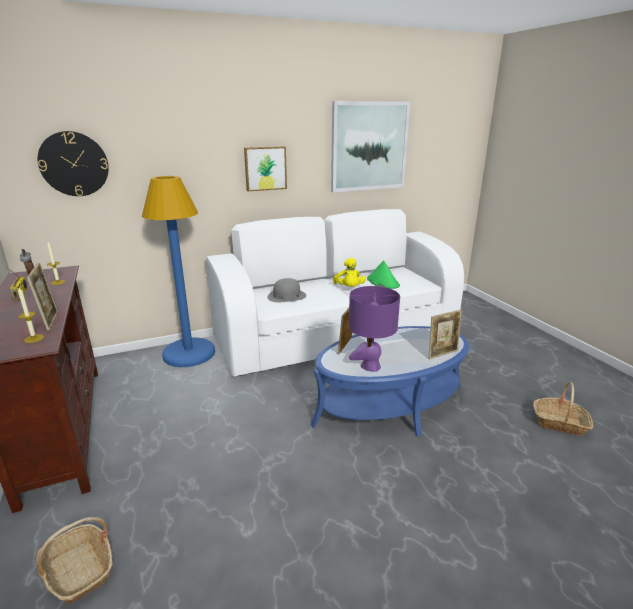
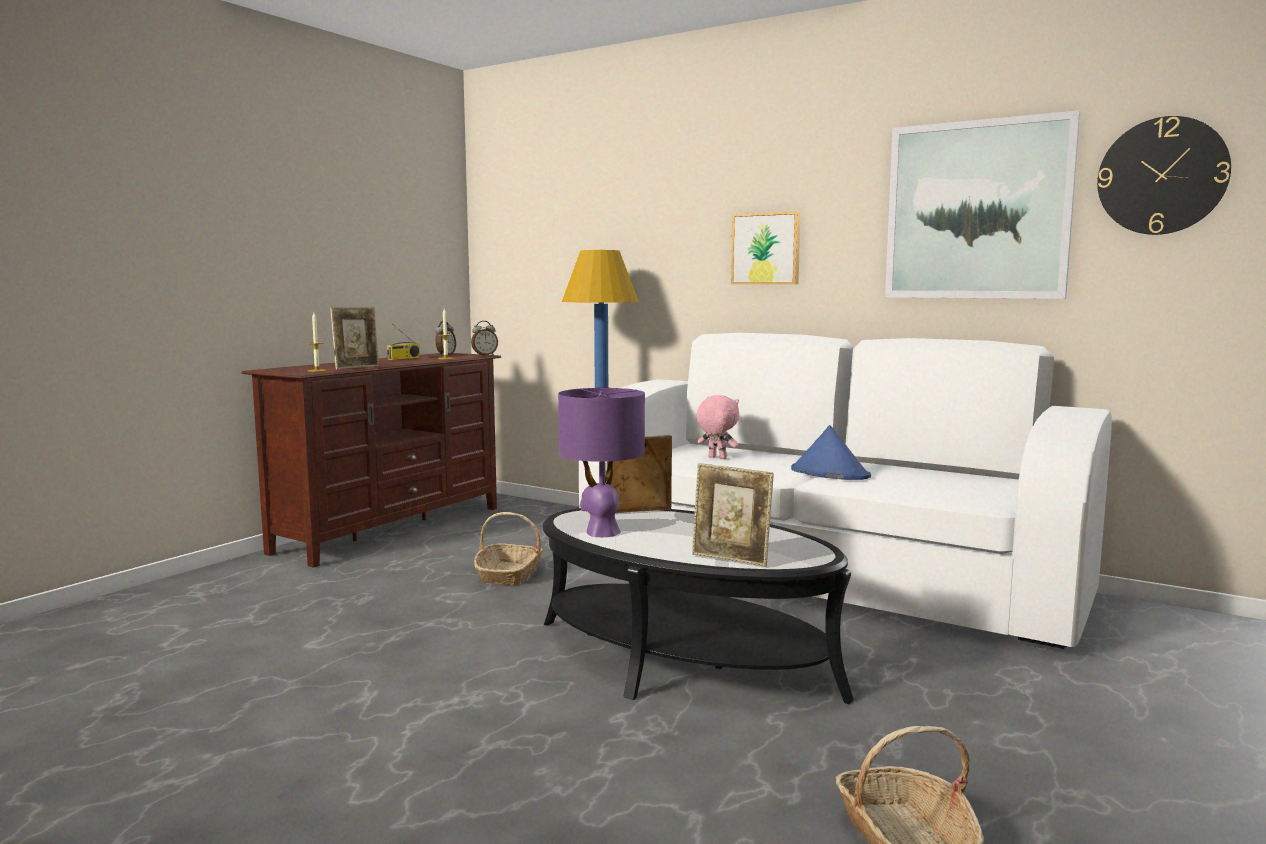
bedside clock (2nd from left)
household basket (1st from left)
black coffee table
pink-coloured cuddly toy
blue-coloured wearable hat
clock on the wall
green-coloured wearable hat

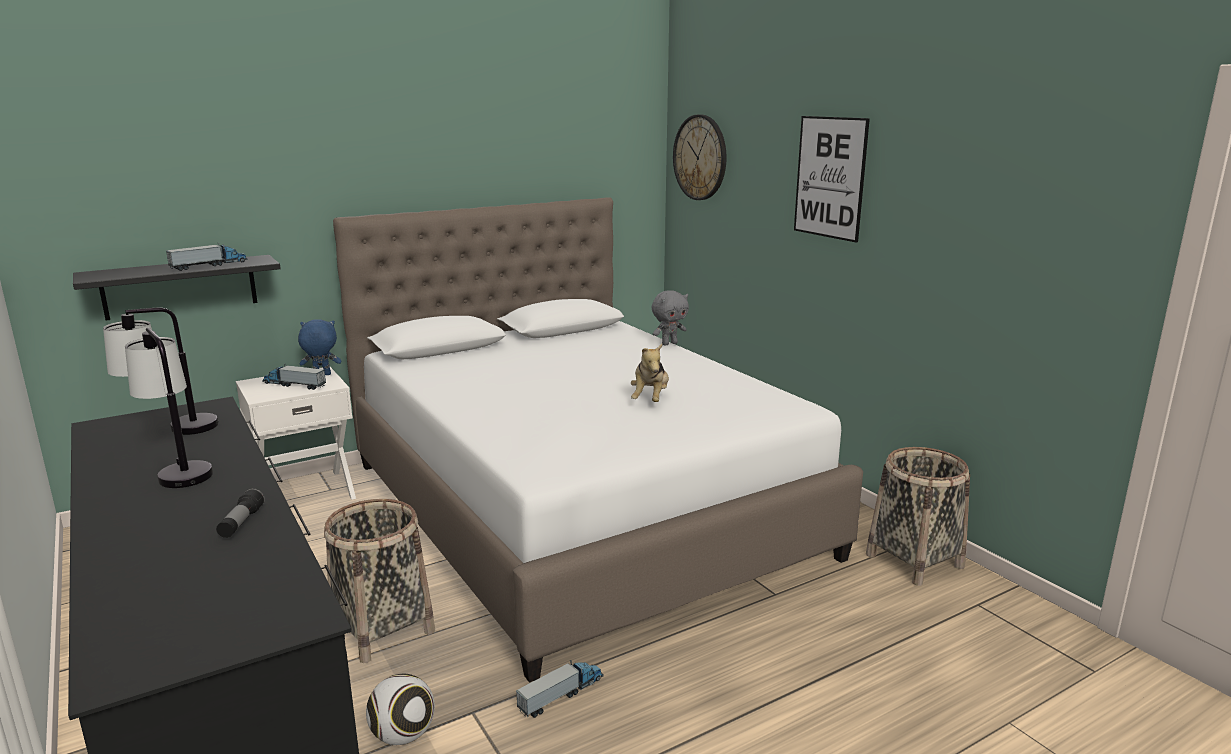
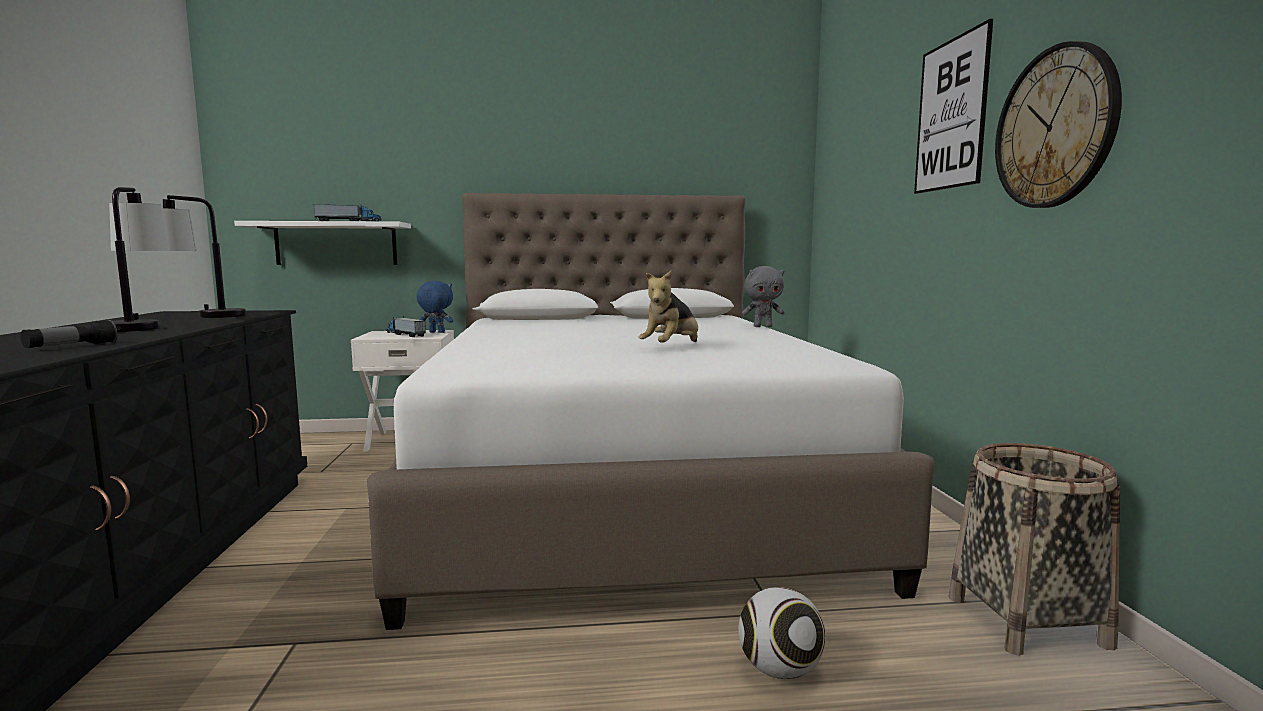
whitish wall shelf
football ball
clock on the wall
household basket (1st from left in the first image)
toy lorry (3rd from left in the first image)

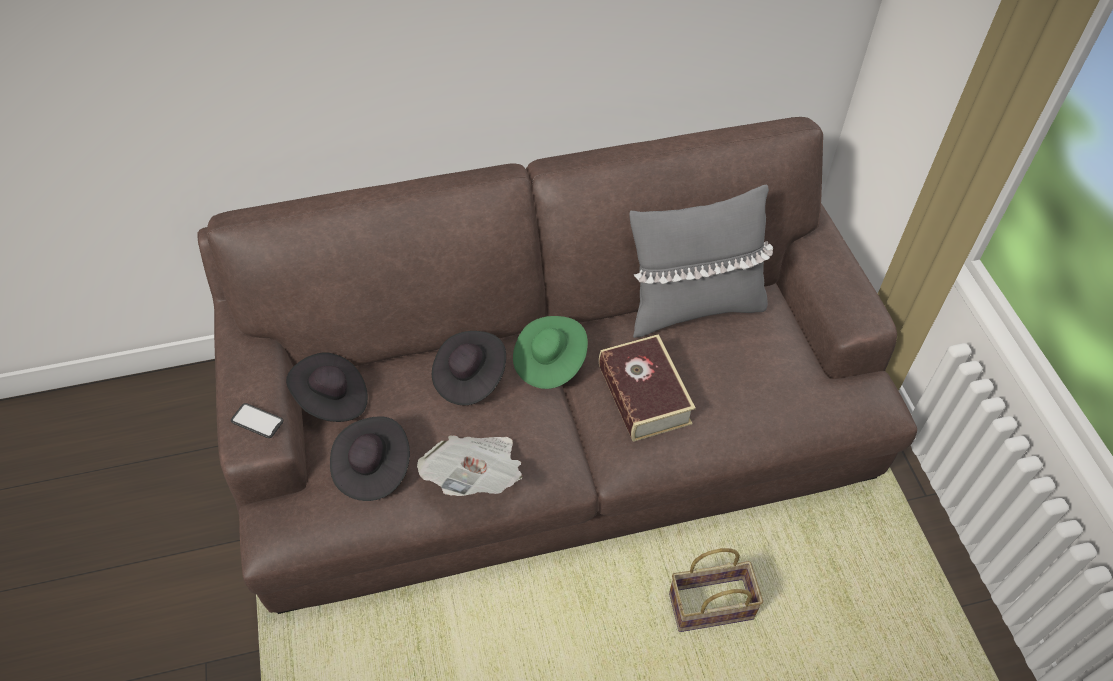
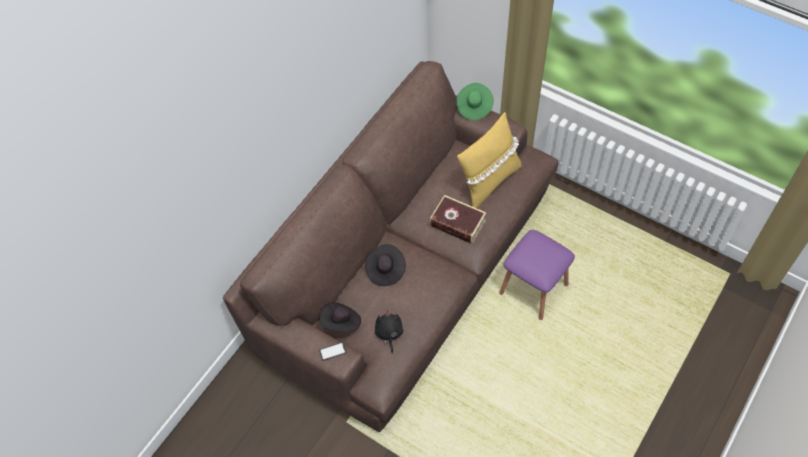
black cuddly toy
green-coloured wearable hat
yellowish cushion
purplish stool seat
newspaper
grey cushion

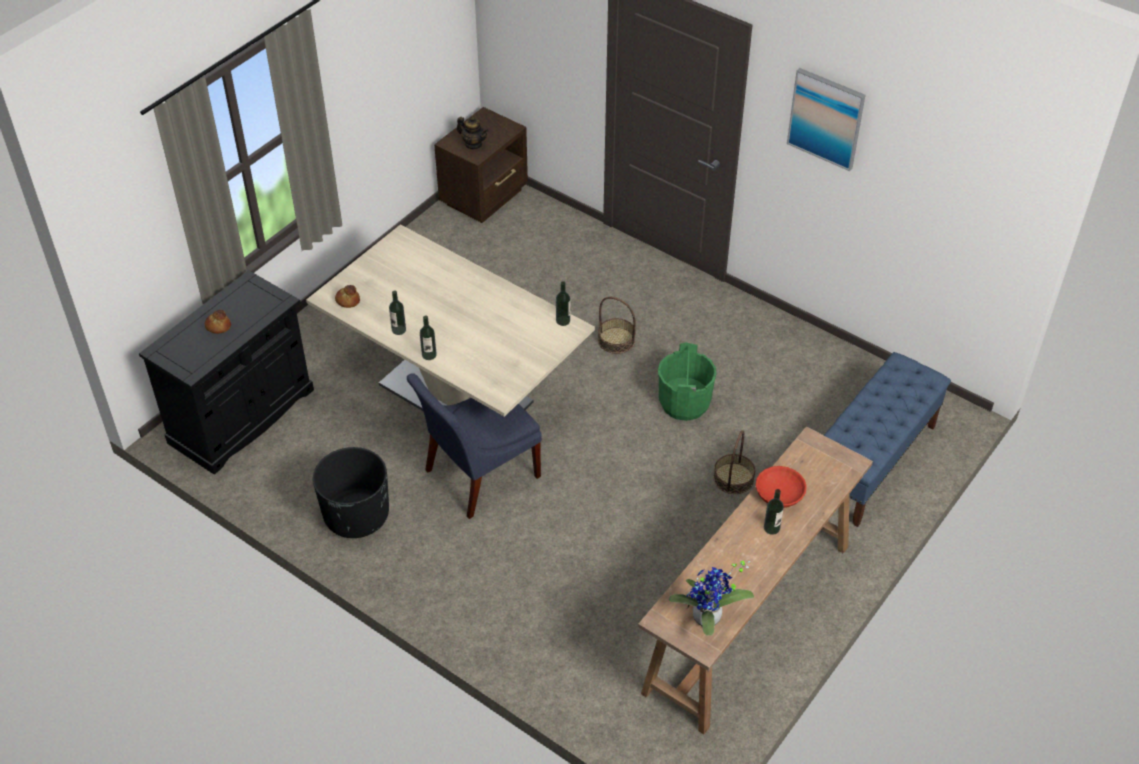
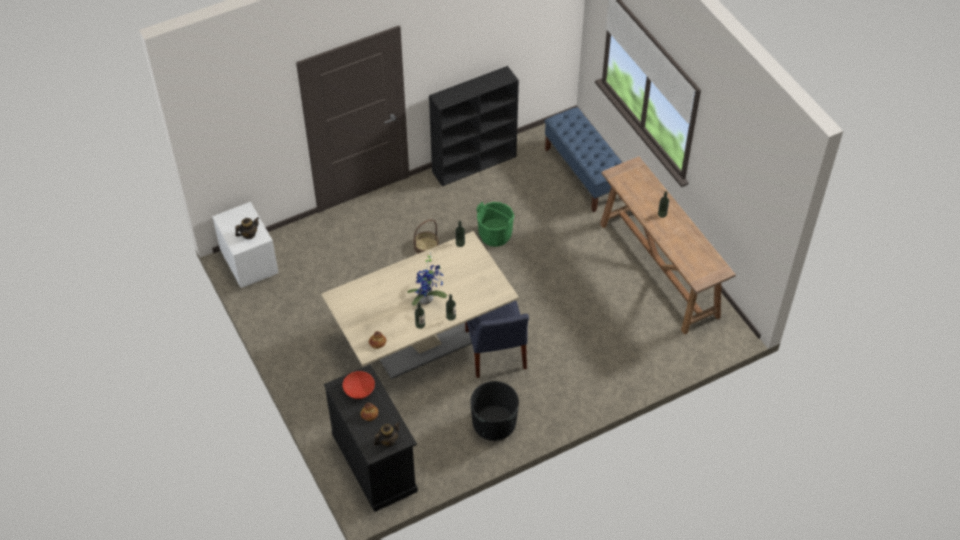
whitish nightstand
reddish deep dish
teapot (2nd from left)
potted plant
black bookcase
household basket (2nd from left in the first image)
picture

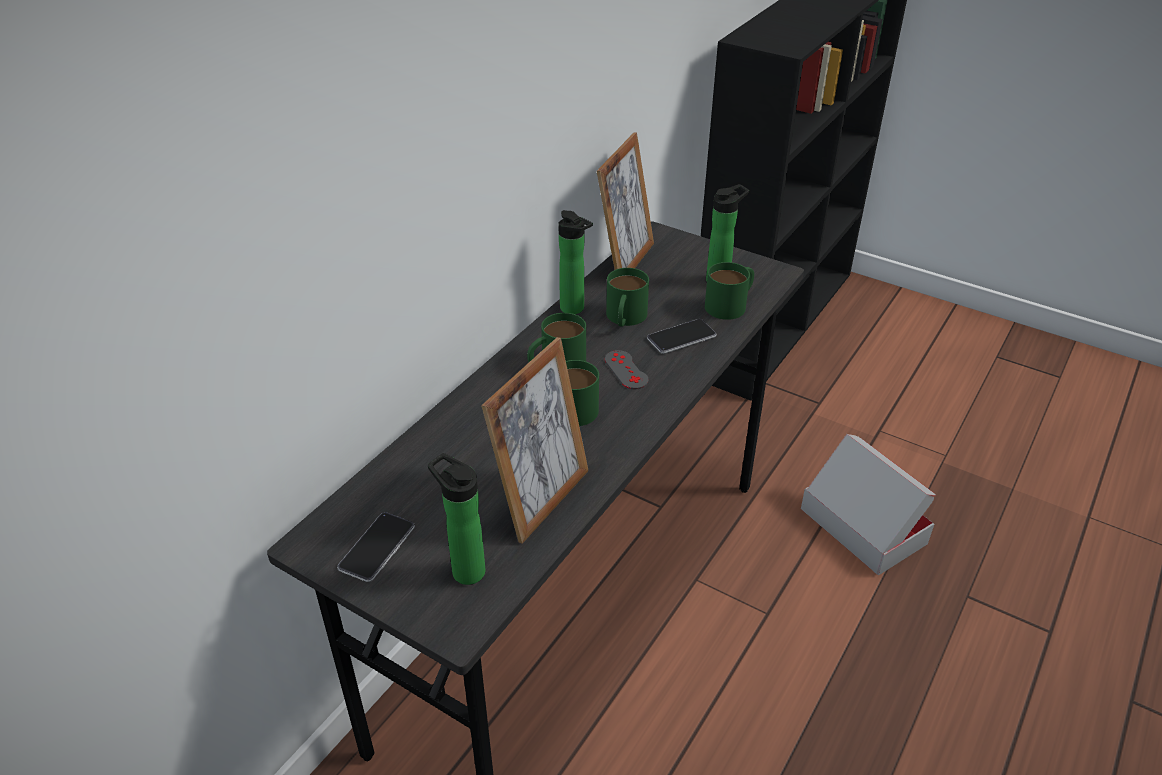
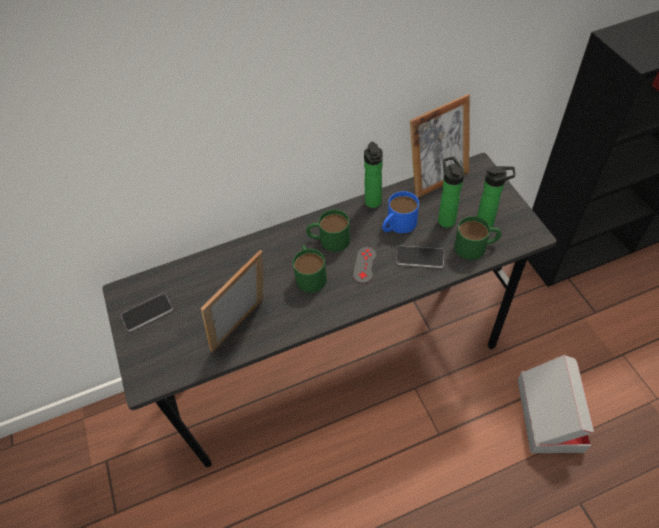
picture frame (1st from left)
blue-coloured mug
beverage bottle (2nd from left)

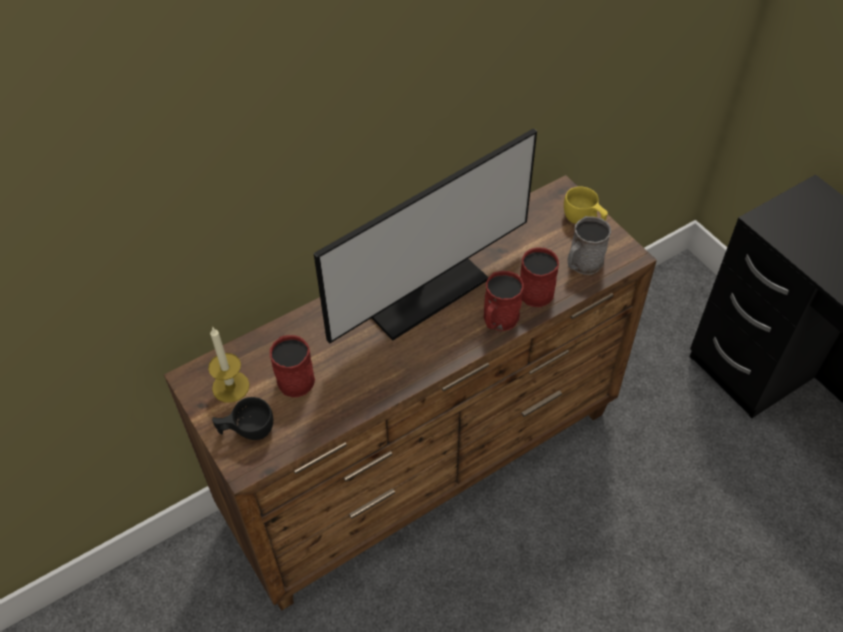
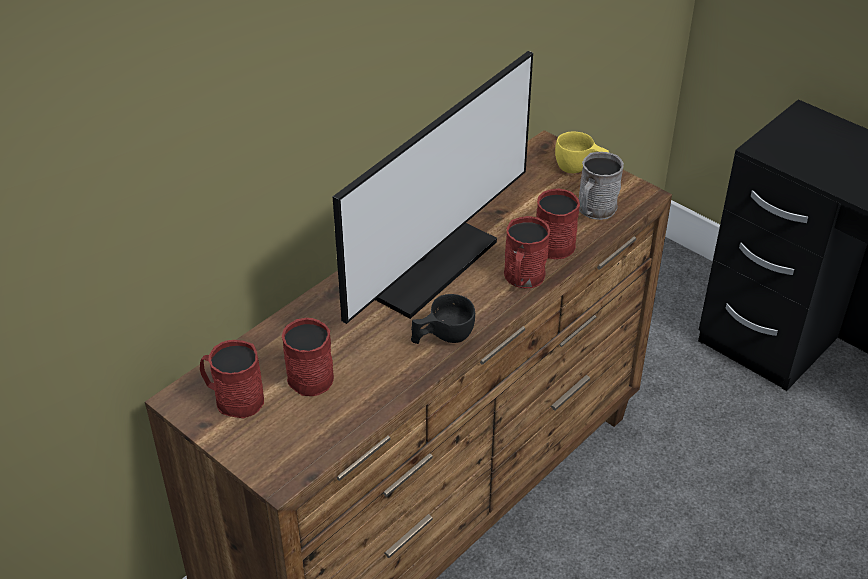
reddish mug (1st from left)
black small cup

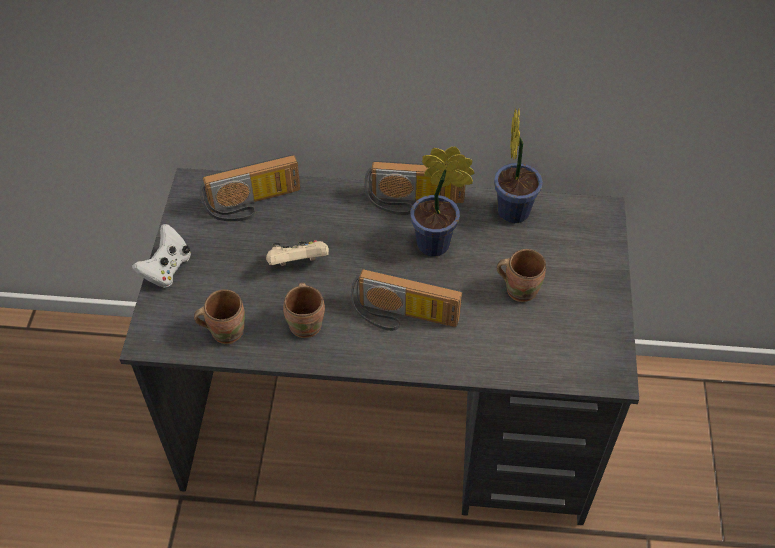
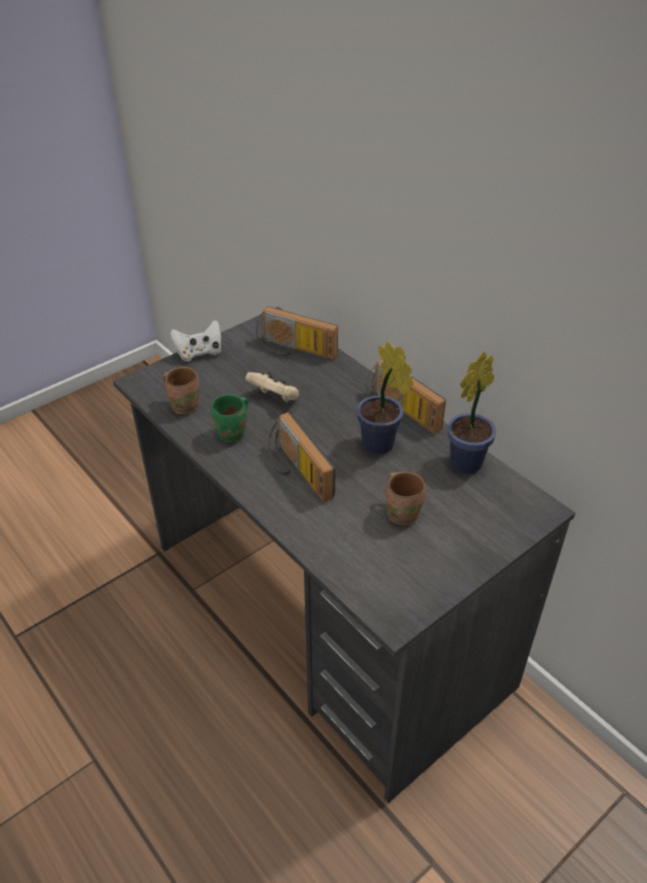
green-coloured mug

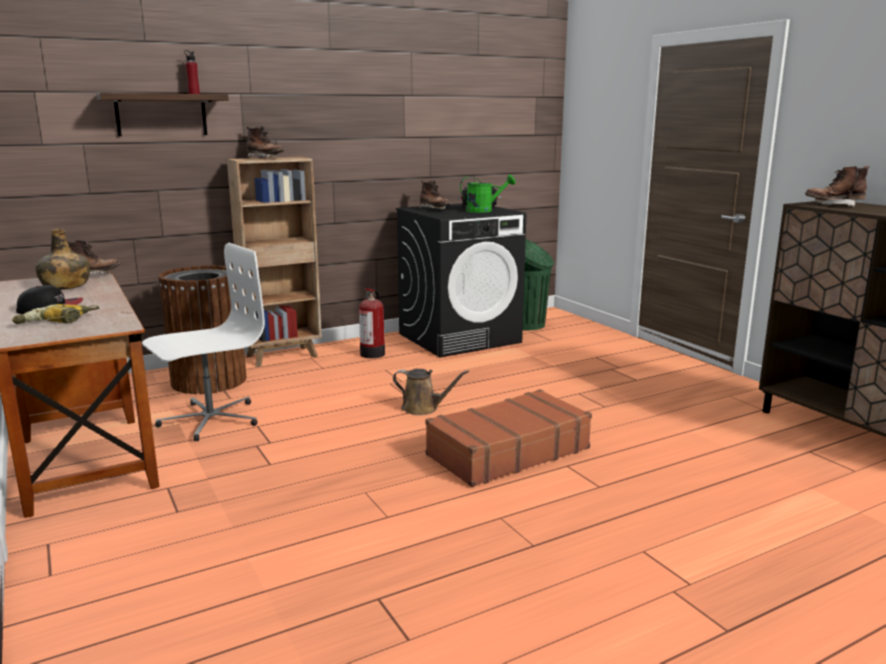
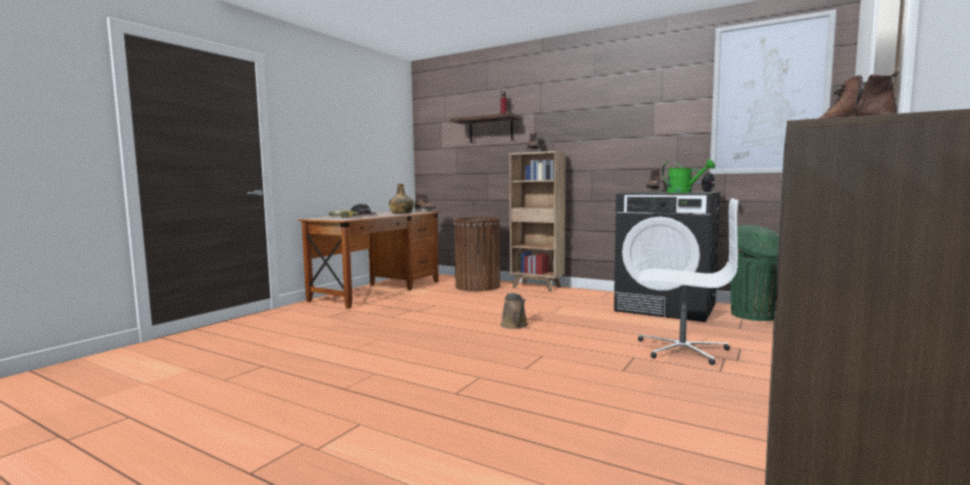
whitish computer chair
picture
fire-fighting cylinder
brown piece of luggage

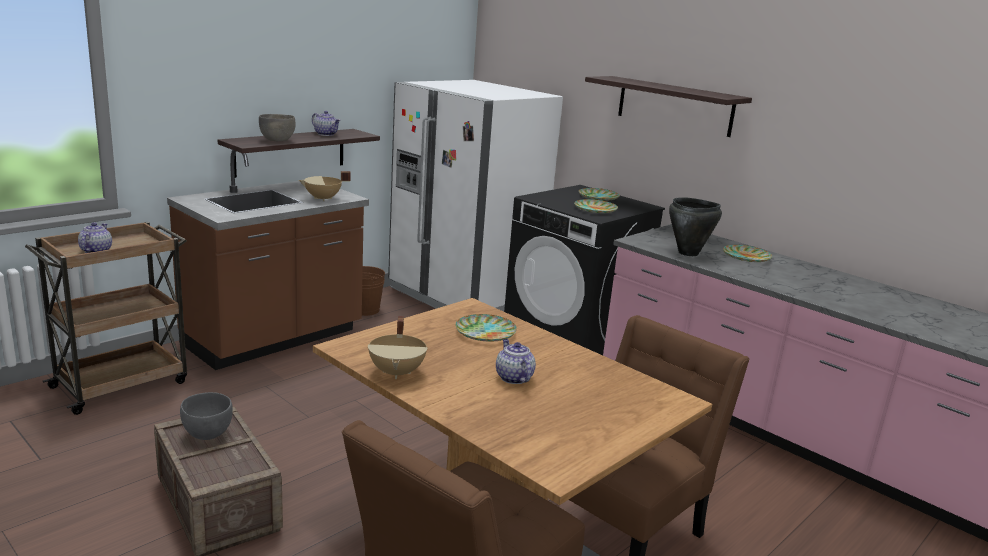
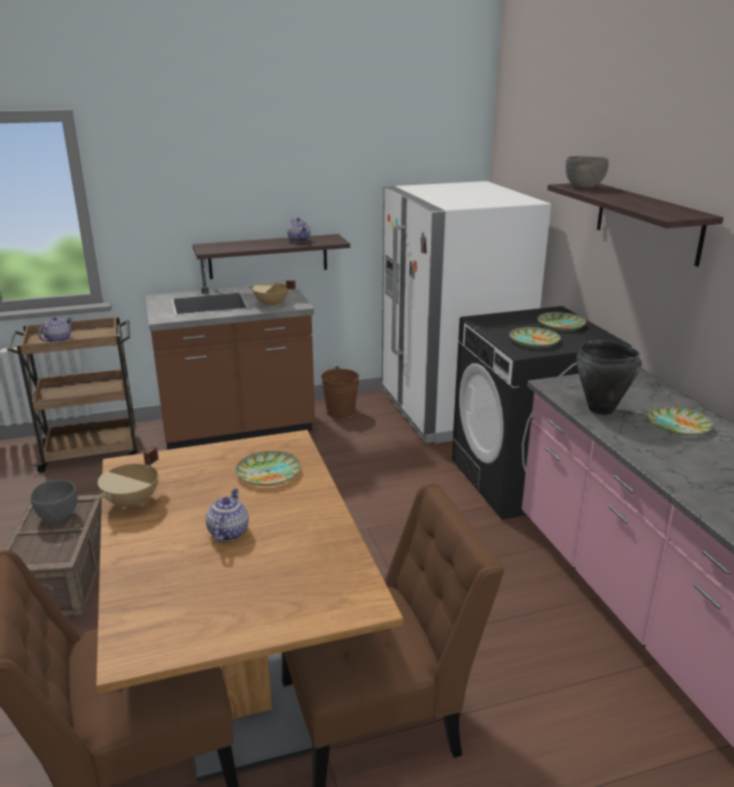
grey deep dish (2nd from left)

